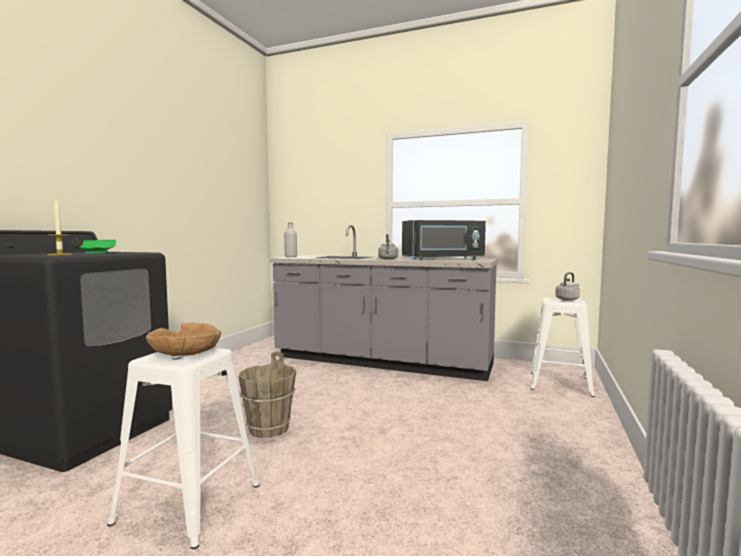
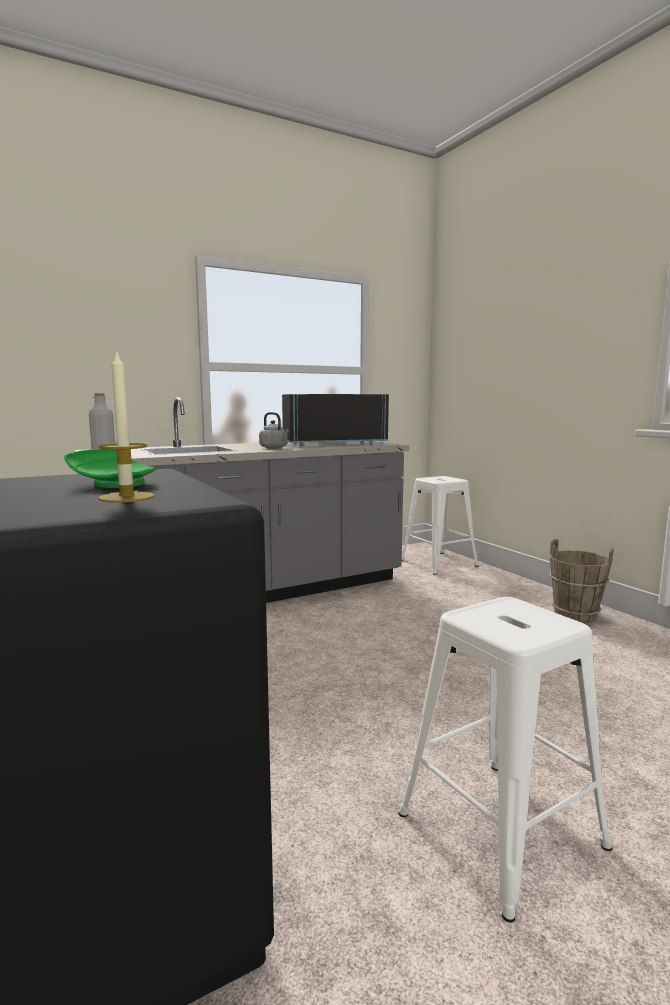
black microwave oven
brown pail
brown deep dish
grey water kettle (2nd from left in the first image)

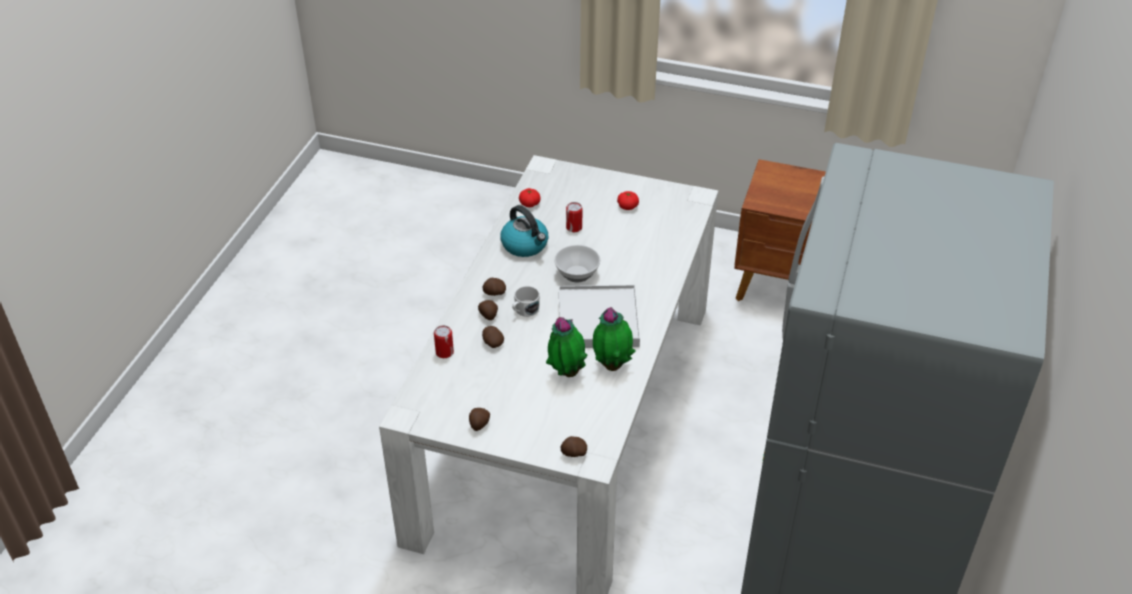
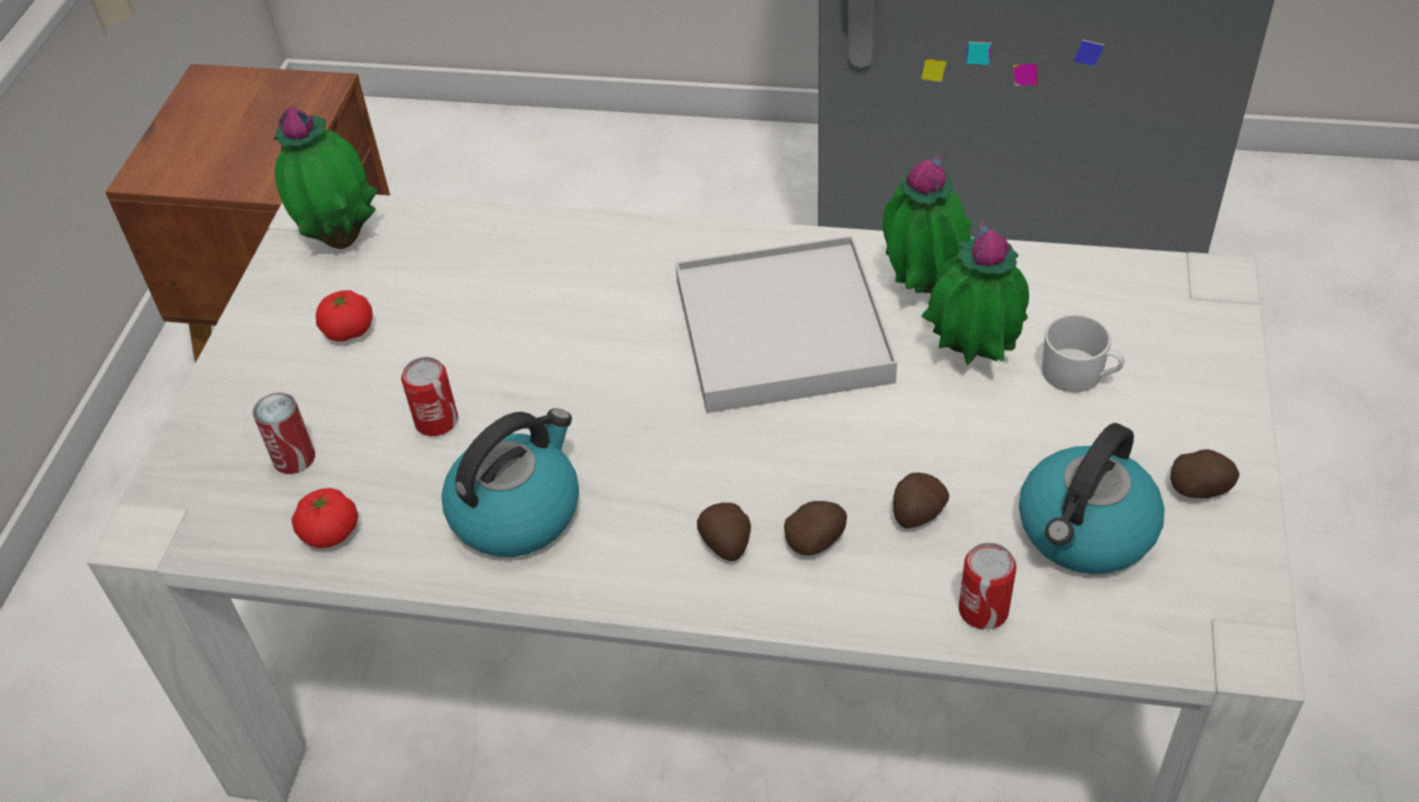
sealed can (1st from left)
potted plant (1st from left)
water kettle (2nd from left)
whitish mug
deep dish
whole potato (5th from left in the first image)

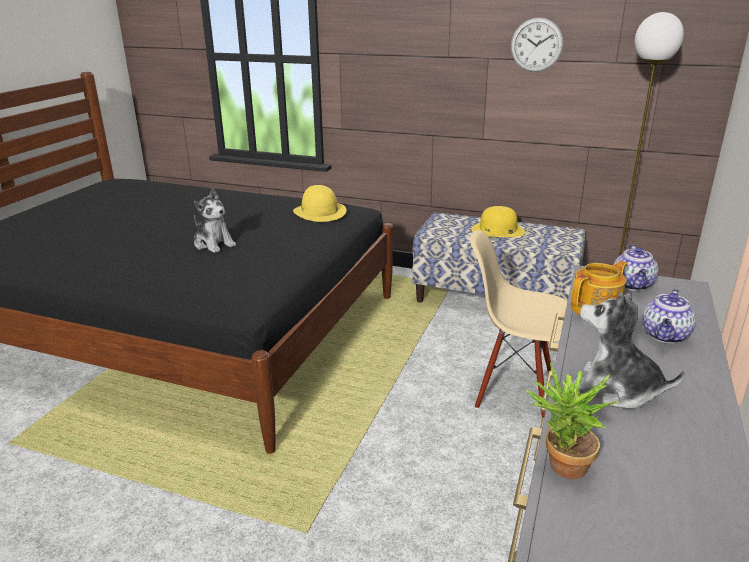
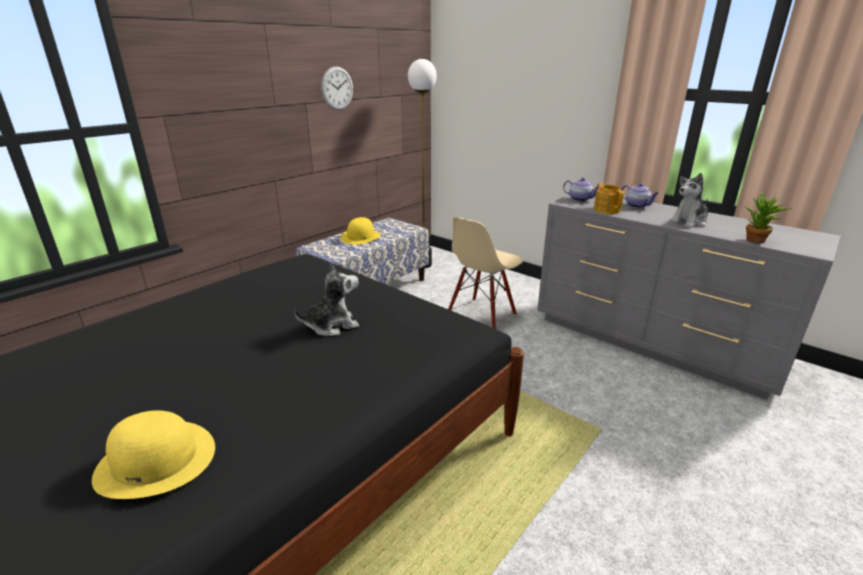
yellowish wearable hat (1st from left)

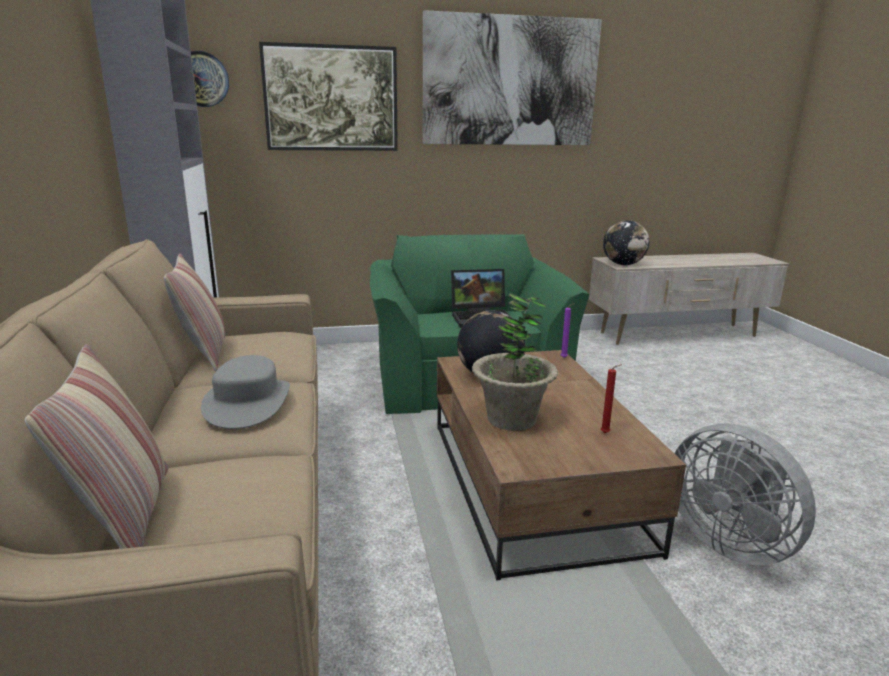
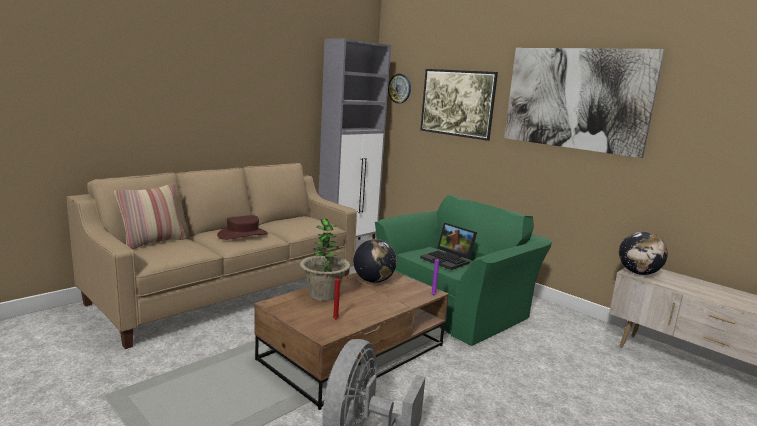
brown wearable hat
cushion (2nd from left in the first image)

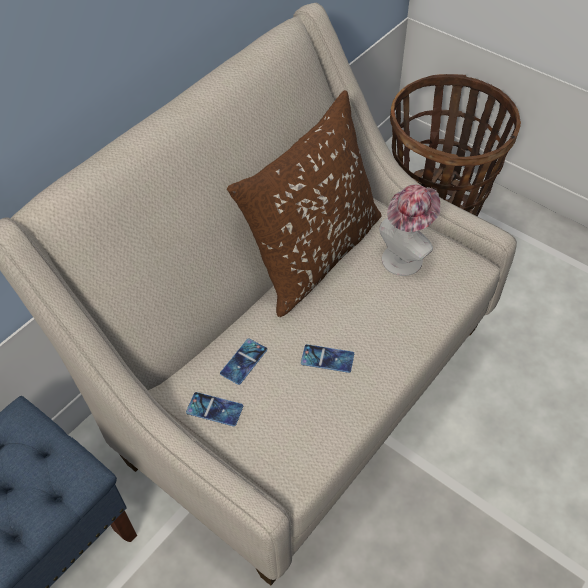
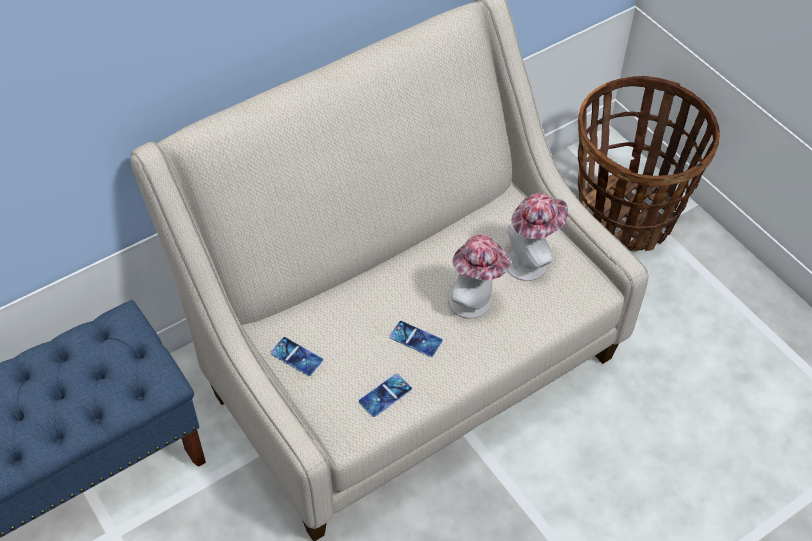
telephone (2nd from left)
wearable hat (1st from left)
brown cushion

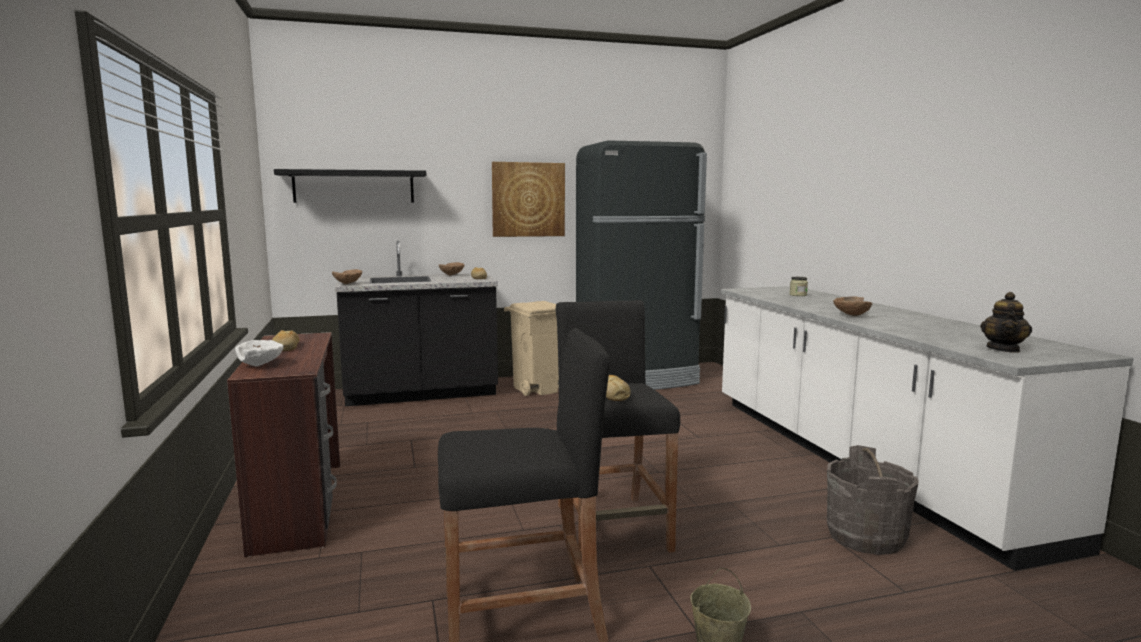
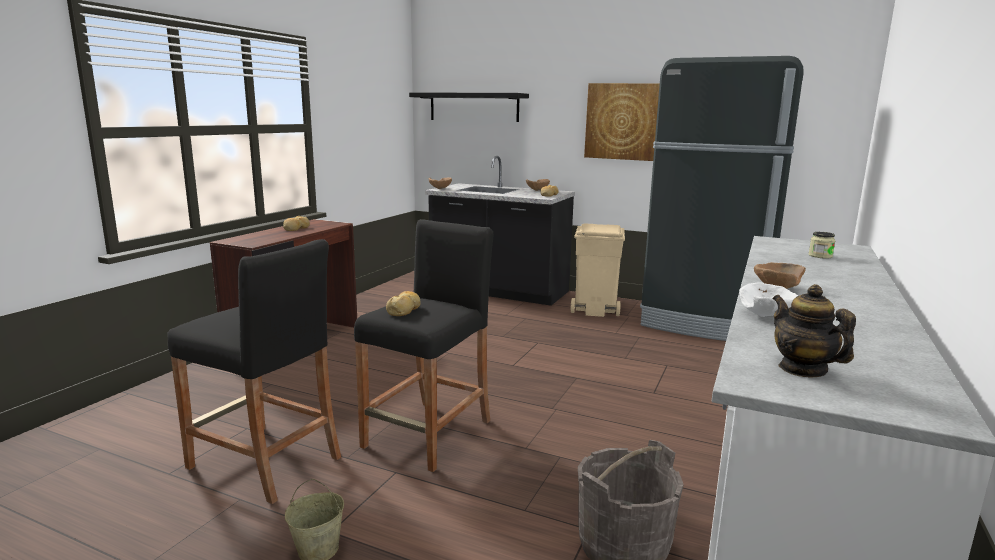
whitish deep dish
teapot

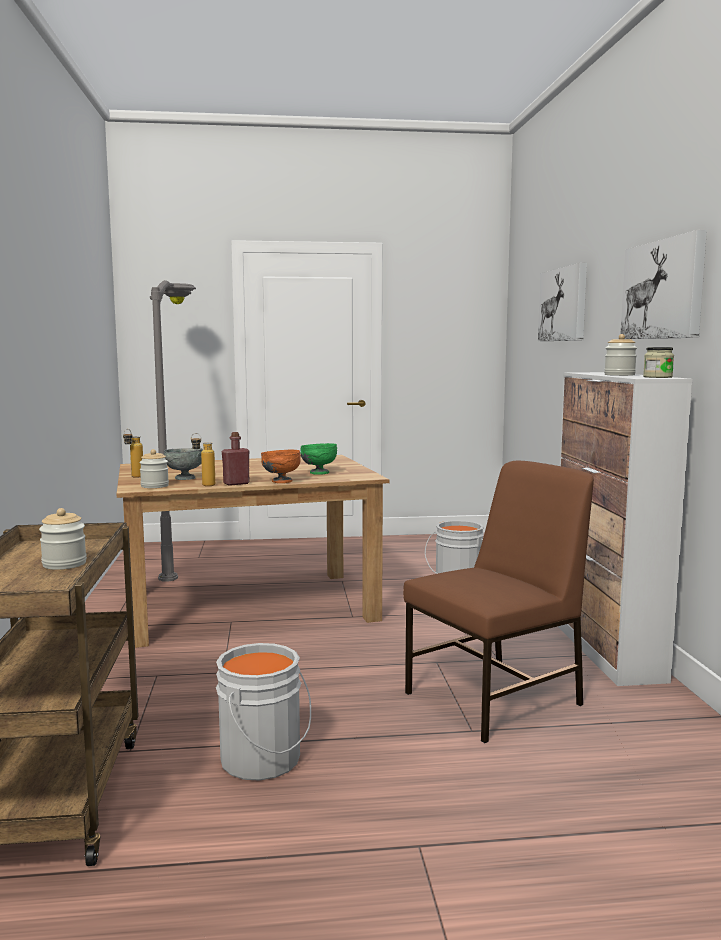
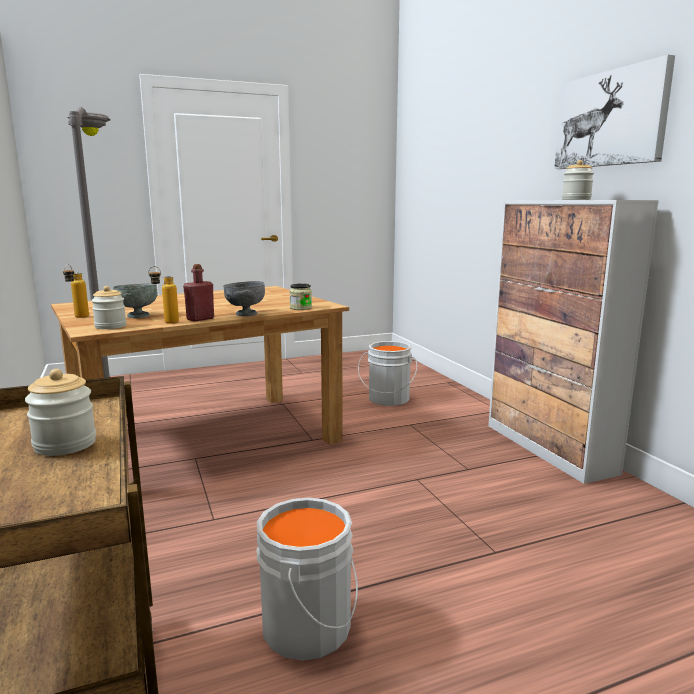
grey deep dish (2nd from left)
jar (3rd from left)
green-coloured deep dish
brown chair
picture (1st from left in the first image)

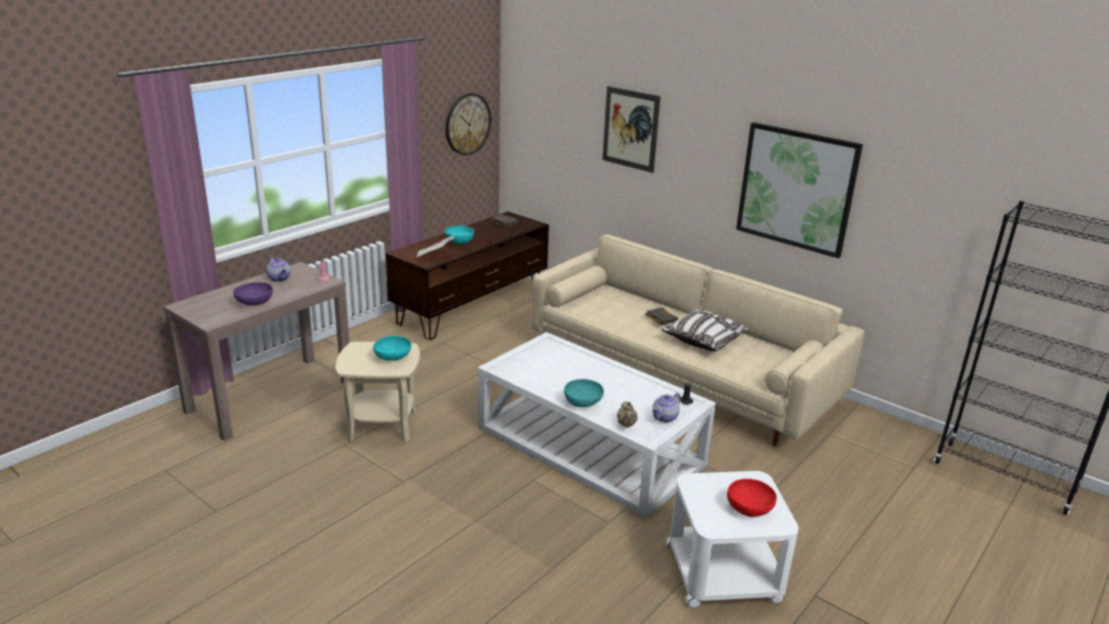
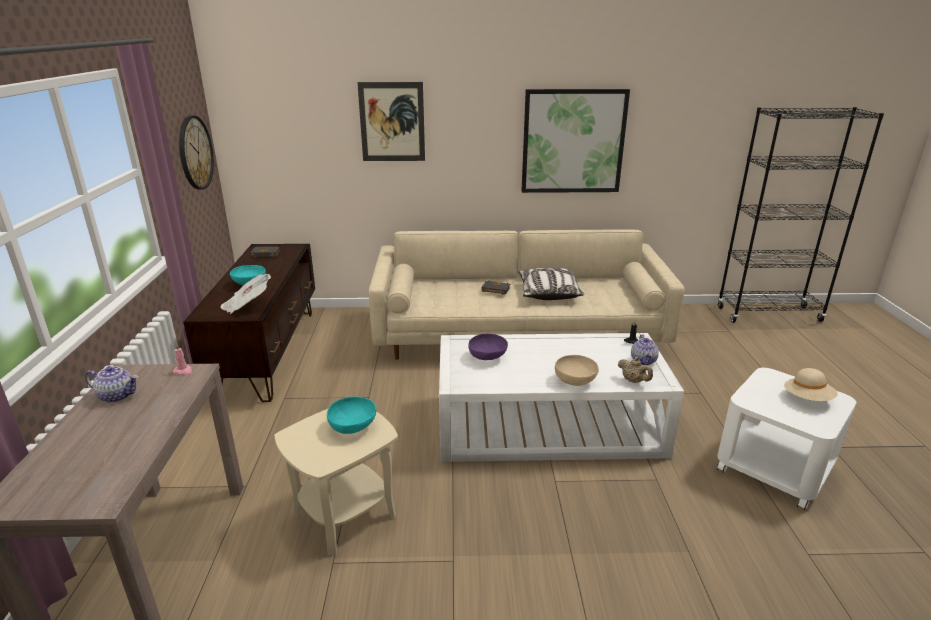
purplish deep dish
beige-coloured deep dish
beige-coloured wearable hat

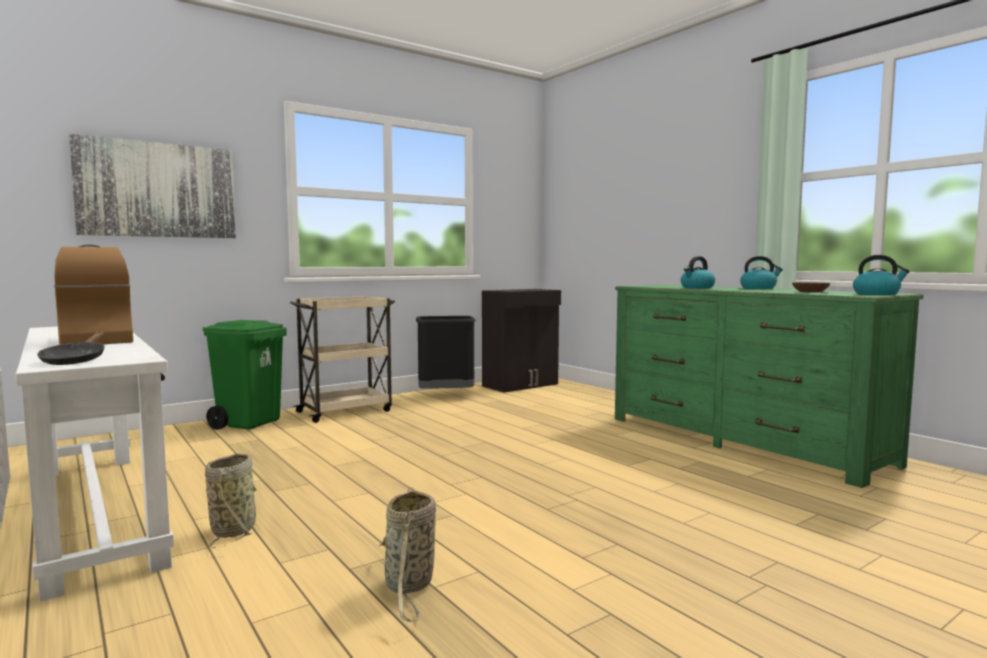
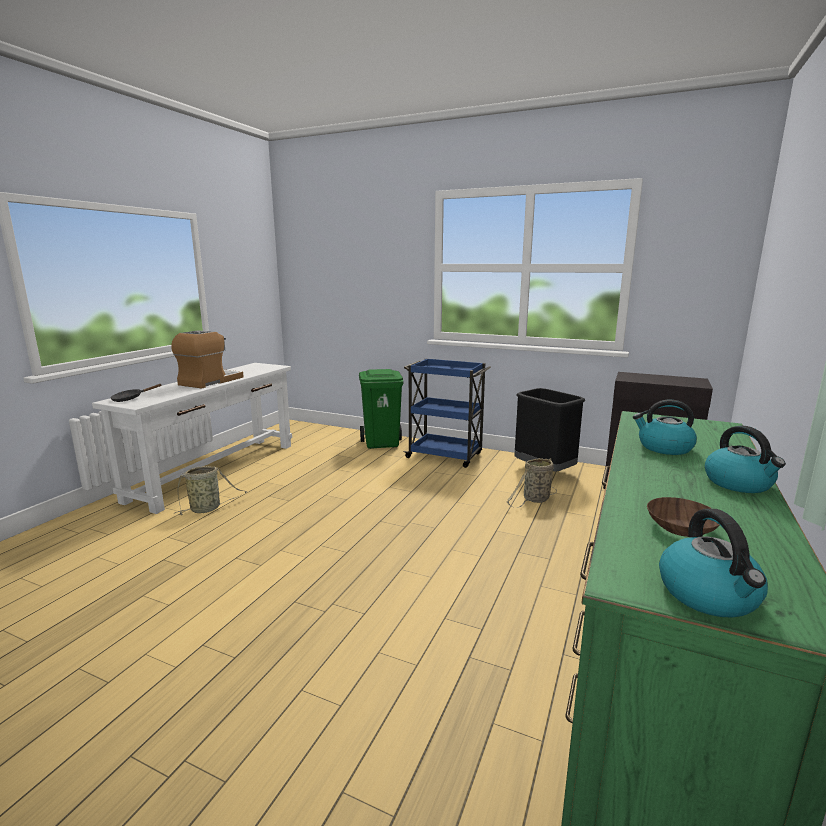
blue-coloured wheeled cart
household basket (2nd from left)
picture

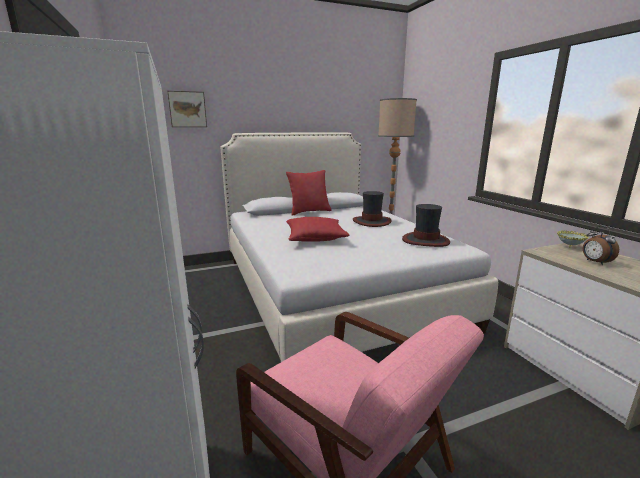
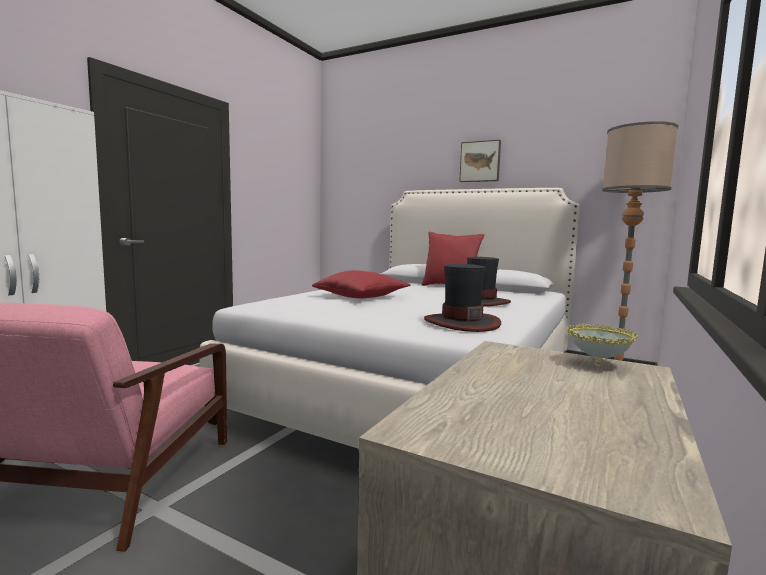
picture
bedside clock

